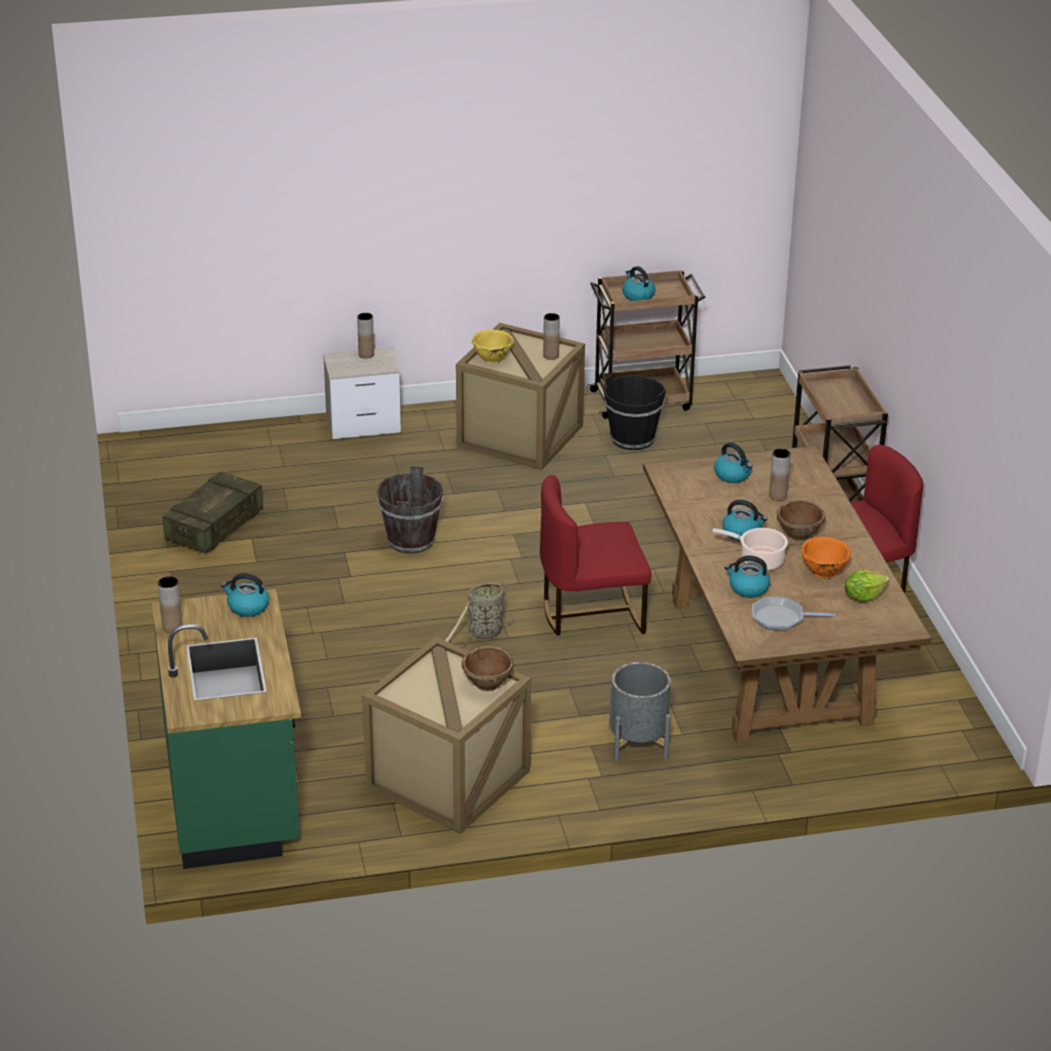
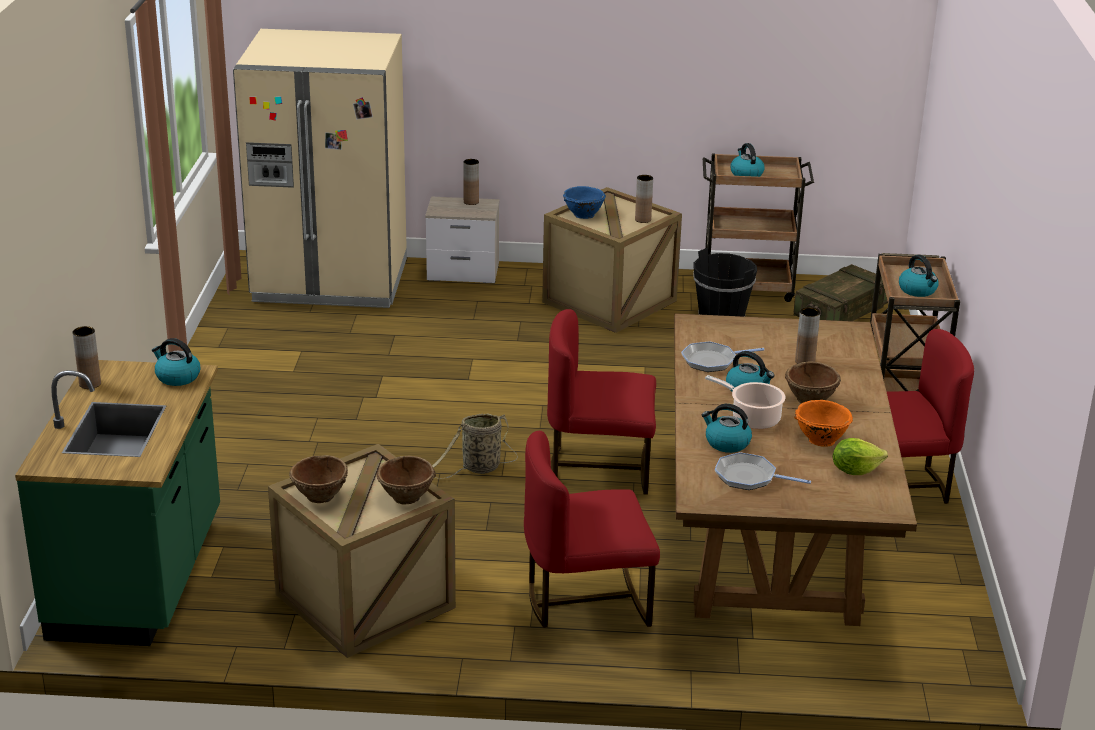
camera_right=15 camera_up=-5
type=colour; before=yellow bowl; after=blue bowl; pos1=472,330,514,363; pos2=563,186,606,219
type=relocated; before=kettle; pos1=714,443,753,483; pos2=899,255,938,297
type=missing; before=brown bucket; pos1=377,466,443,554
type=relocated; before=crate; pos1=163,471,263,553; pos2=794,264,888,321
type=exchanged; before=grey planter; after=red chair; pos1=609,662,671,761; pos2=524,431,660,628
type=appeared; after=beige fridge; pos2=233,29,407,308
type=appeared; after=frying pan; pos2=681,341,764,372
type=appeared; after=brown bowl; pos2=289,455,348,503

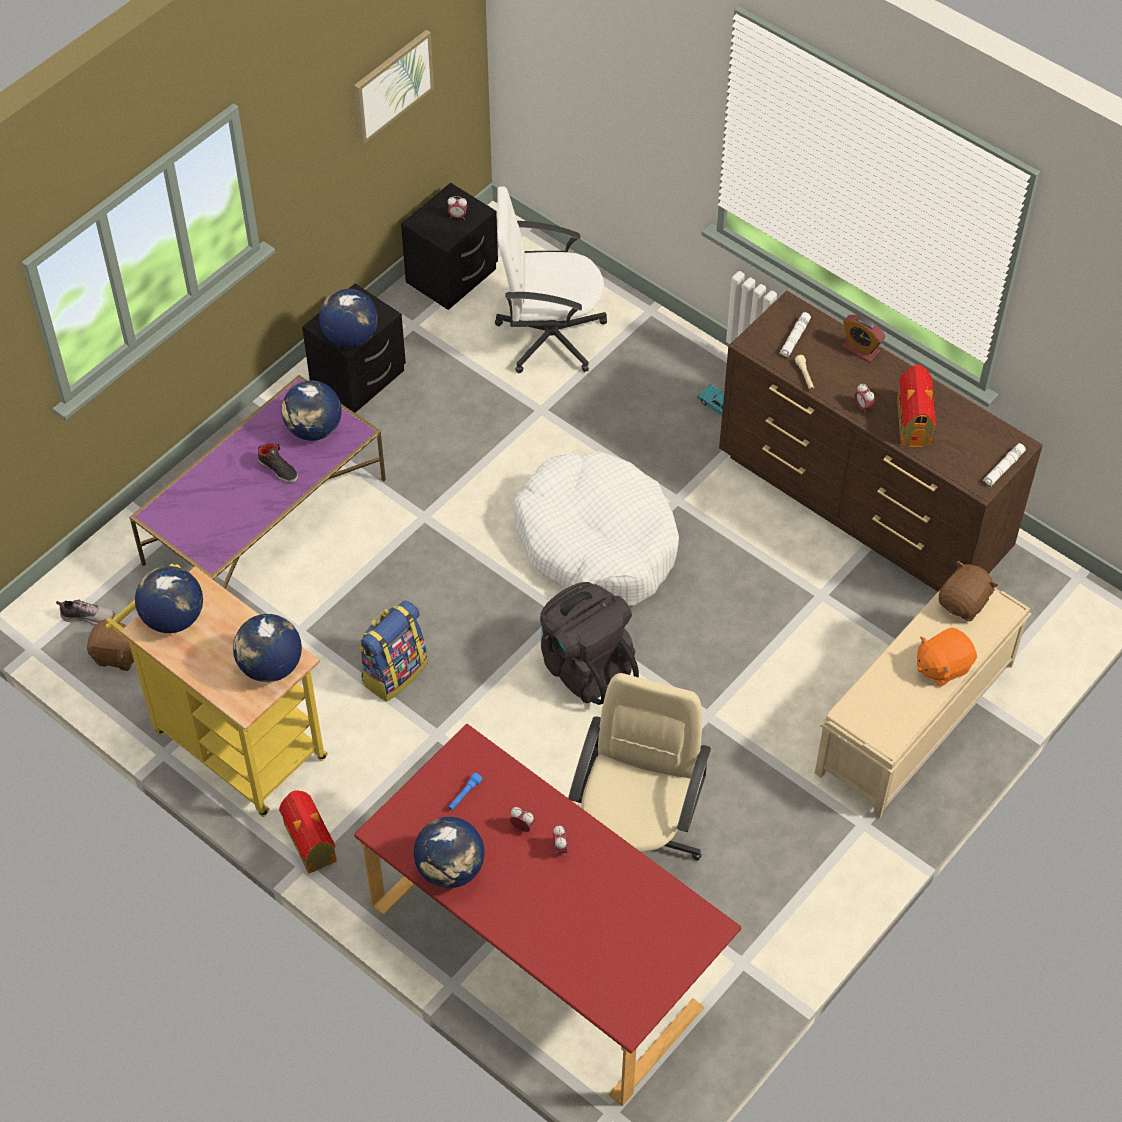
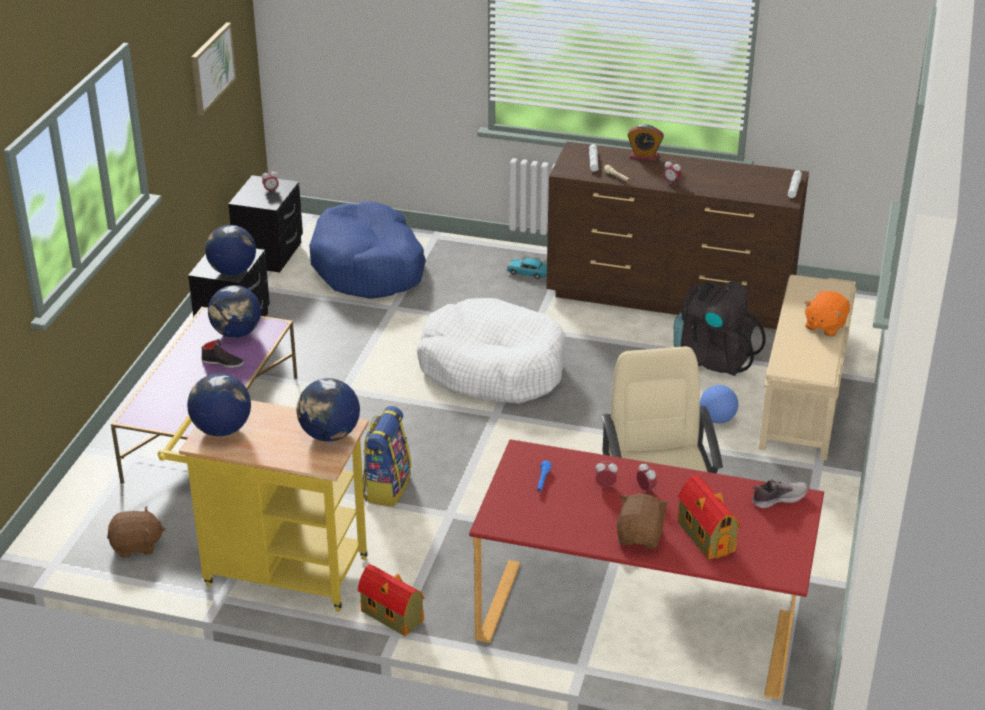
camera_right=-25 camera_up=-20
type=exchanged; before=white office chair; after=blue dog bed; pos1=495,186,607,373; pos2=309,201,426,299
type=relocated; before=toy house; pos1=897,365,937,447; pos2=677,475,741,560
type=relocated; before=brown plush toy; pos1=939,561,998,621; pos2=617,494,669,549
type=relocated; before=black backpack; pos1=540,582,639,705; pos2=674,281,766,376
type=relocated; before=shoe; pos1=56,600,115,626; pos2=752,479,808,508
type=missing; before=globe; pos1=414,817,485,888
type=appeared; after=football; pos2=700,385,738,423

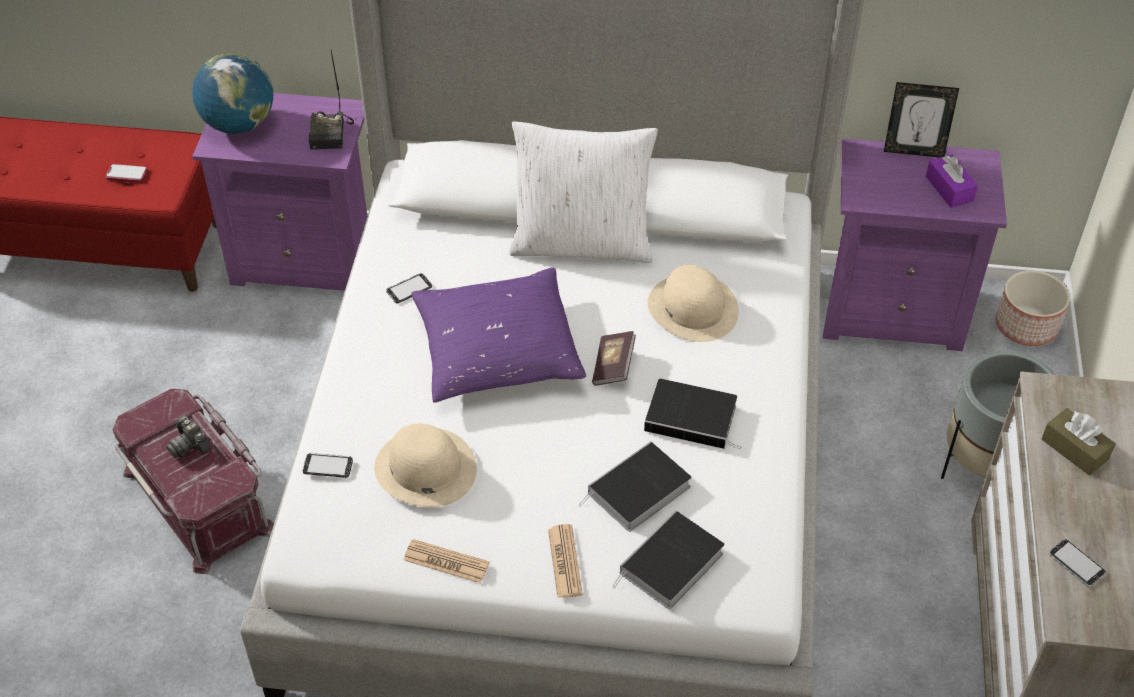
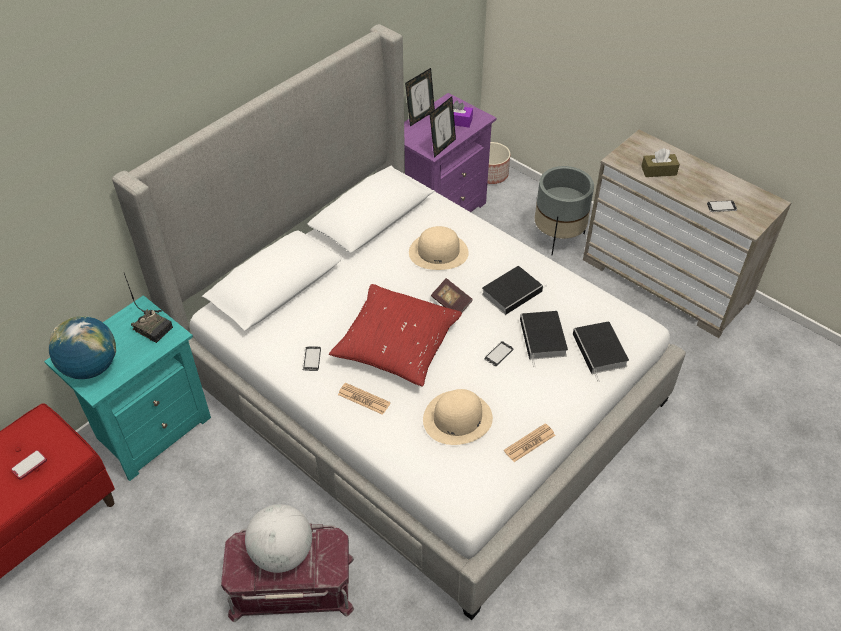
camera_right=-55 camera_up=0
type=colour; before=purple nightstand; after=turquoise nightstand; pos1=192,93,368,291; pos2=44,295,211,481
type=missing; before=white pillow; pos1=509,121,658,263
type=colour; before=purple pillow; after=red pillow; pos1=411,268,586,403; pos2=329,284,462,386
type=exchanged; before=photo camera; after=globe; pos1=166,415,210,458; pos2=245,504,312,573
type=relocated; before=phone; pos1=303,453,353,478; pos2=484,341,513,366
type=relocated; before=newspaper; pos1=548,524,583,598; pos2=338,383,391,415
type=appeared; after=picture frame; pos2=430,96,456,158

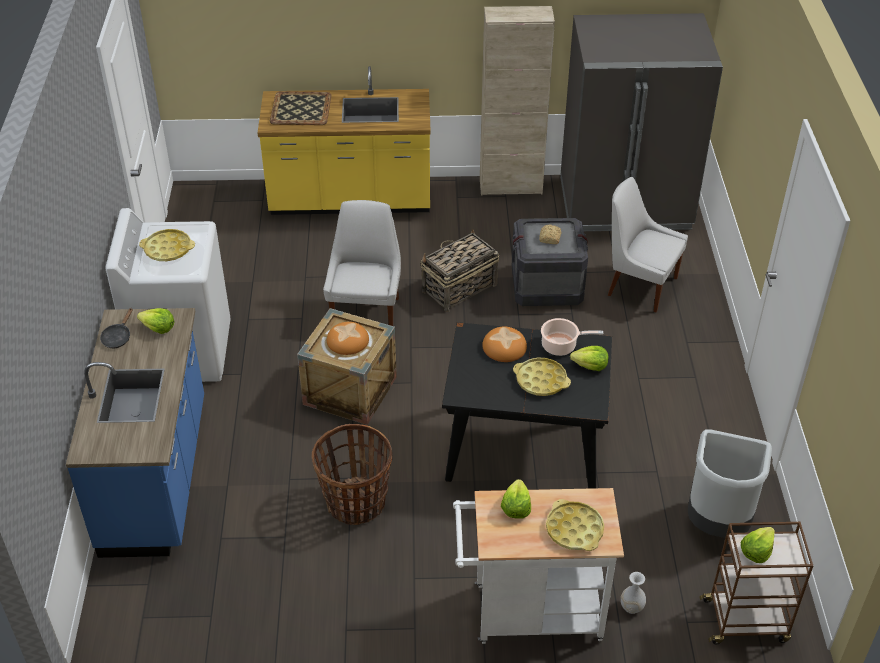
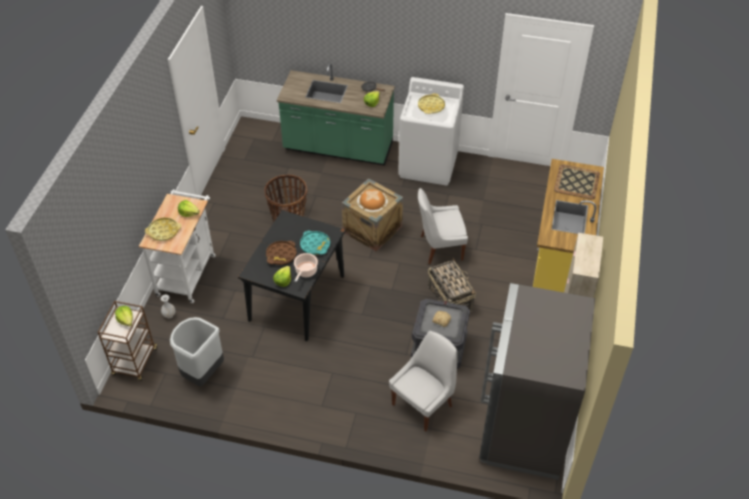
camera_right=105 camera_up=5
type=spun; before=white chair; pos1=323,200,401,326; pos2=418,188,468,264; turn=150
type=colour; before=blue counter; after=green counter; pos1=66,308,204,558; pos2=277,63,395,166
type=exchanged; before=bread; after=turquoise tray; pos1=482,326,527,362; pos2=300,231,330,255
type=colour; before=yellow tray; after=brown tray; pos1=513,358,571,396; pos2=266,241,296,265

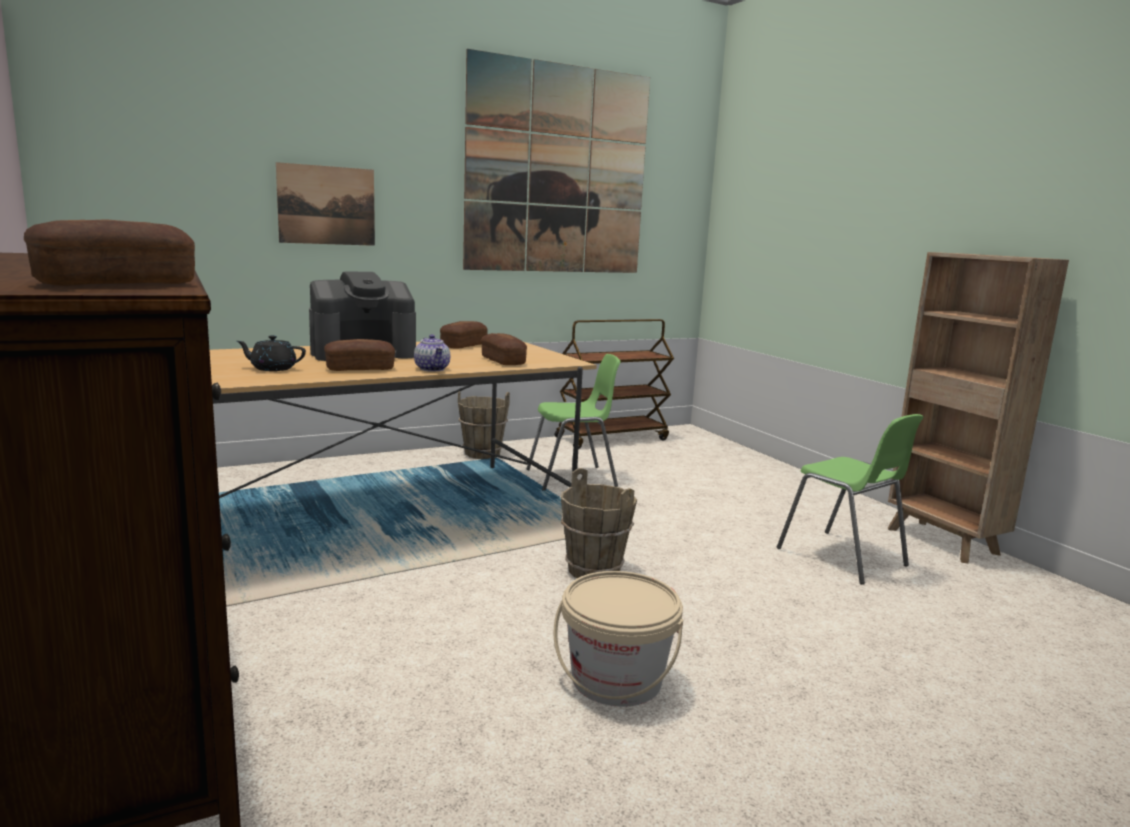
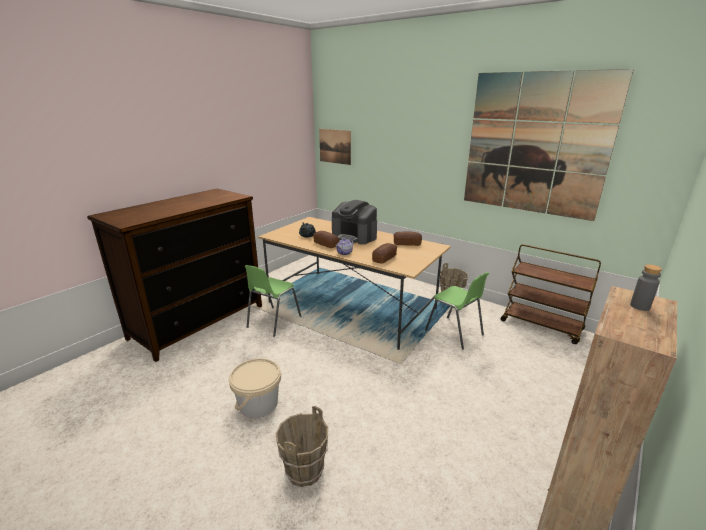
camera_right=65 camera_up=10
type=relocated; before=picture; pos1=276,162,375,246; pos2=319,129,351,165
type=missing; before=bread; pos1=24,219,195,286
type=relocated; before=green chair; pos1=777,414,923,584; pos2=245,265,301,337
type=relocated; before=brown bucket; pos1=561,468,637,578; pos2=275,406,328,487
type=appeared; after=grey bottle; pos2=630,264,662,311

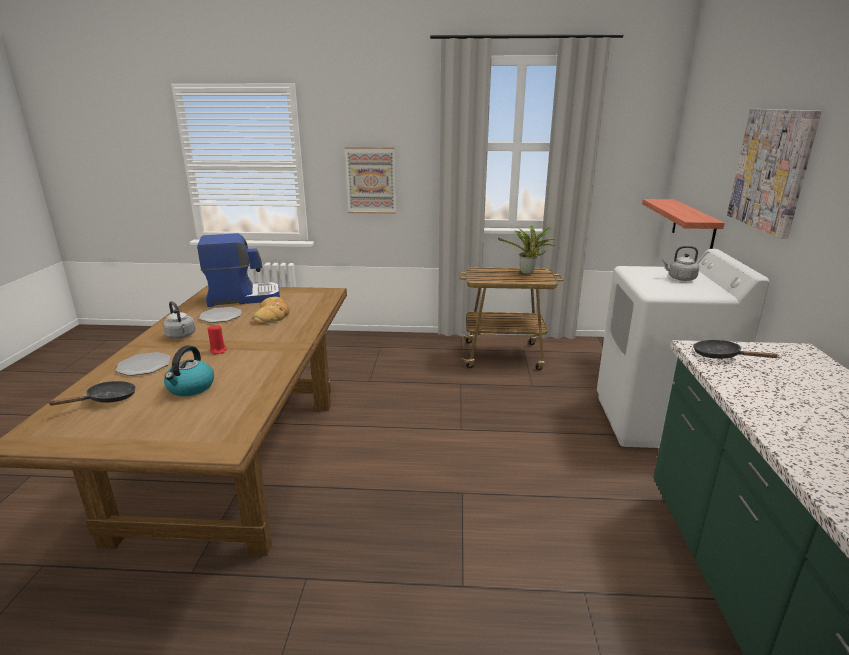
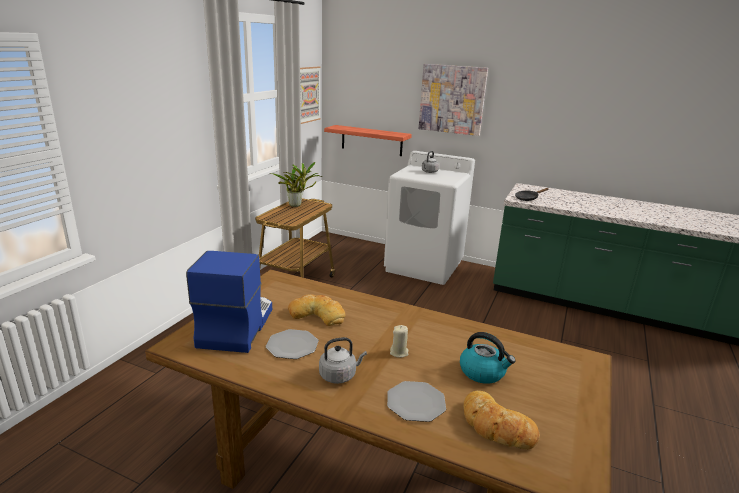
camera_right=-70 camera_up=0
type=relocated; before=picture; pos1=345,147,396,214; pos2=300,67,321,124
type=colour; before=red candle; after=beige candle; pos1=208,325,227,354; pos2=390,325,409,358
type=exchanged; before=black frying pan; after=bread; pos1=48,381,136,406; pos2=464,391,540,450

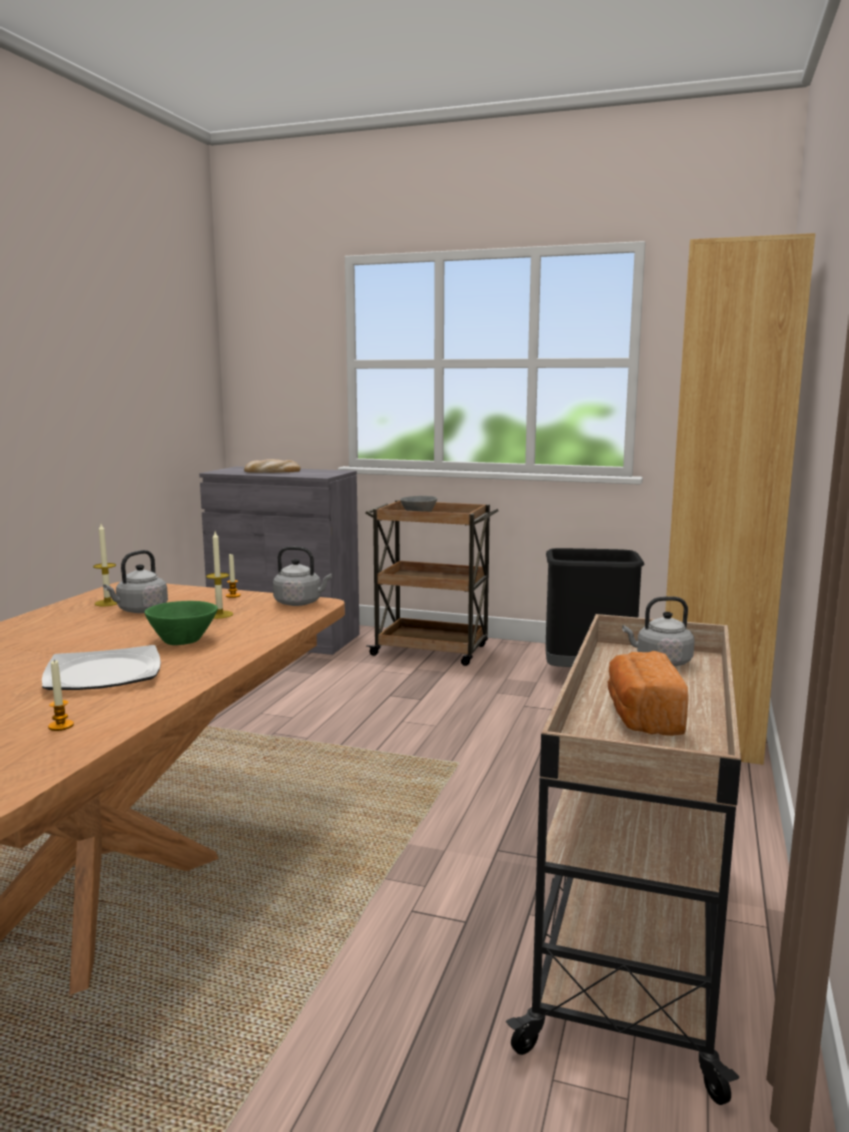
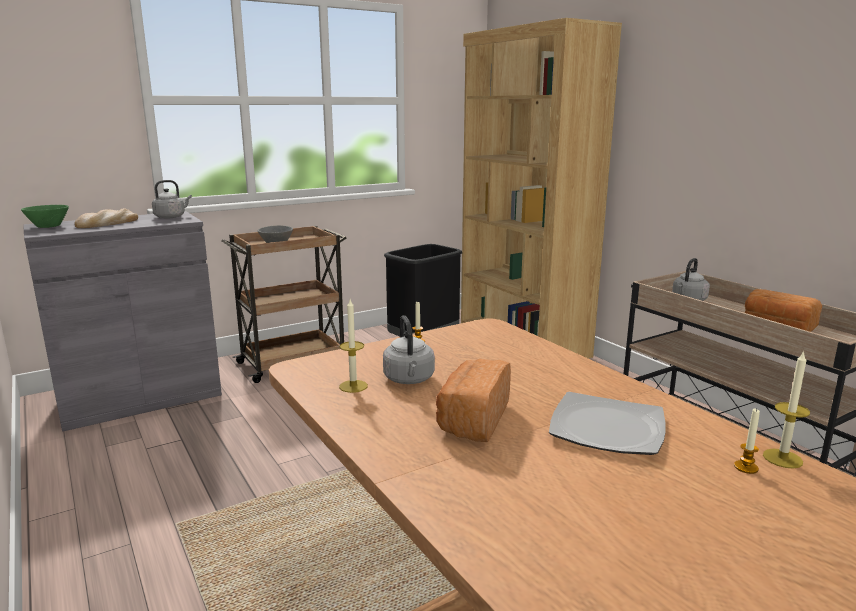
camera_right=-50 camera_up=5
type=relocated; before=candle; pos1=206,532,233,619; pos2=763,351,810,469
type=relocated; before=grey kettle; pos1=273,546,332,606; pos2=152,180,192,218
type=relocated; before=green bowl; pos1=145,601,218,645; pos2=21,205,69,228
type=appeared; after=bread; pos2=436,359,511,442

